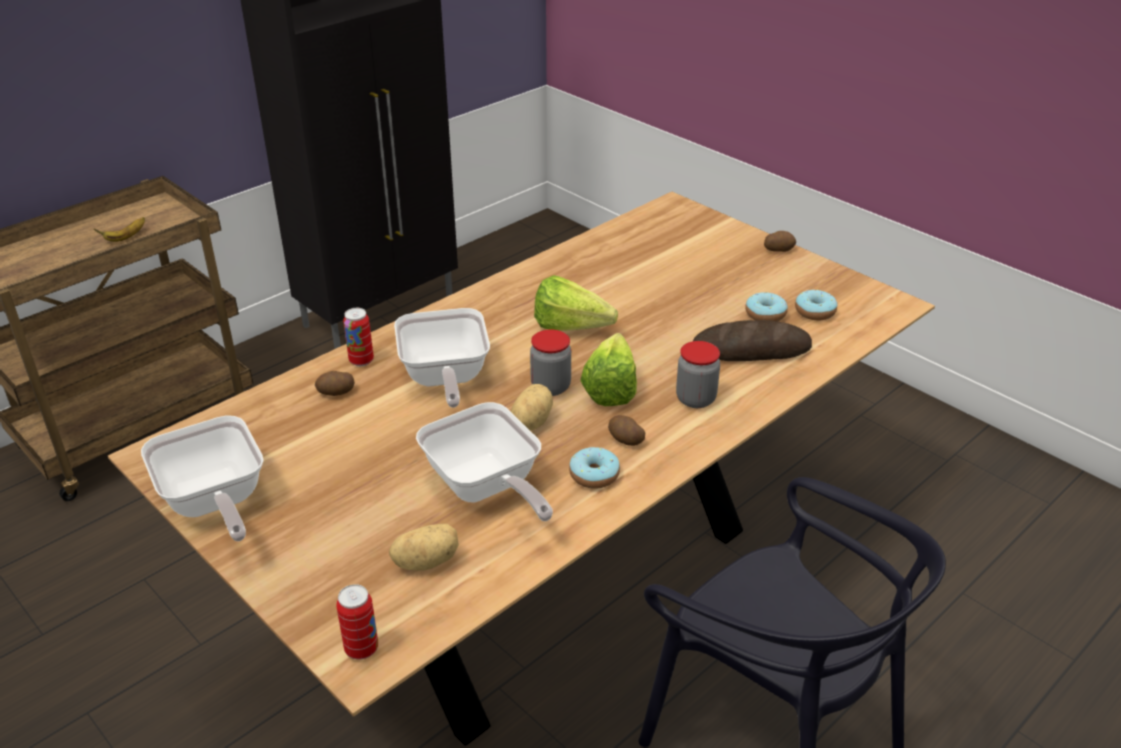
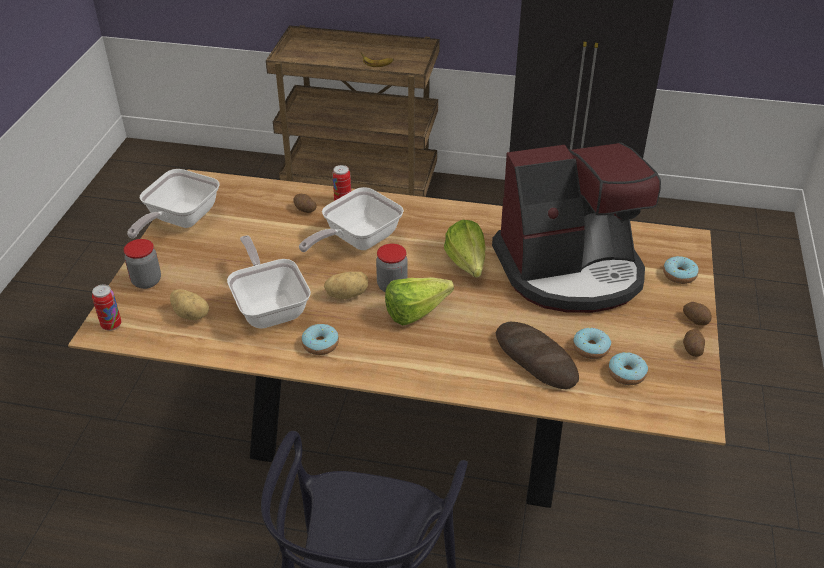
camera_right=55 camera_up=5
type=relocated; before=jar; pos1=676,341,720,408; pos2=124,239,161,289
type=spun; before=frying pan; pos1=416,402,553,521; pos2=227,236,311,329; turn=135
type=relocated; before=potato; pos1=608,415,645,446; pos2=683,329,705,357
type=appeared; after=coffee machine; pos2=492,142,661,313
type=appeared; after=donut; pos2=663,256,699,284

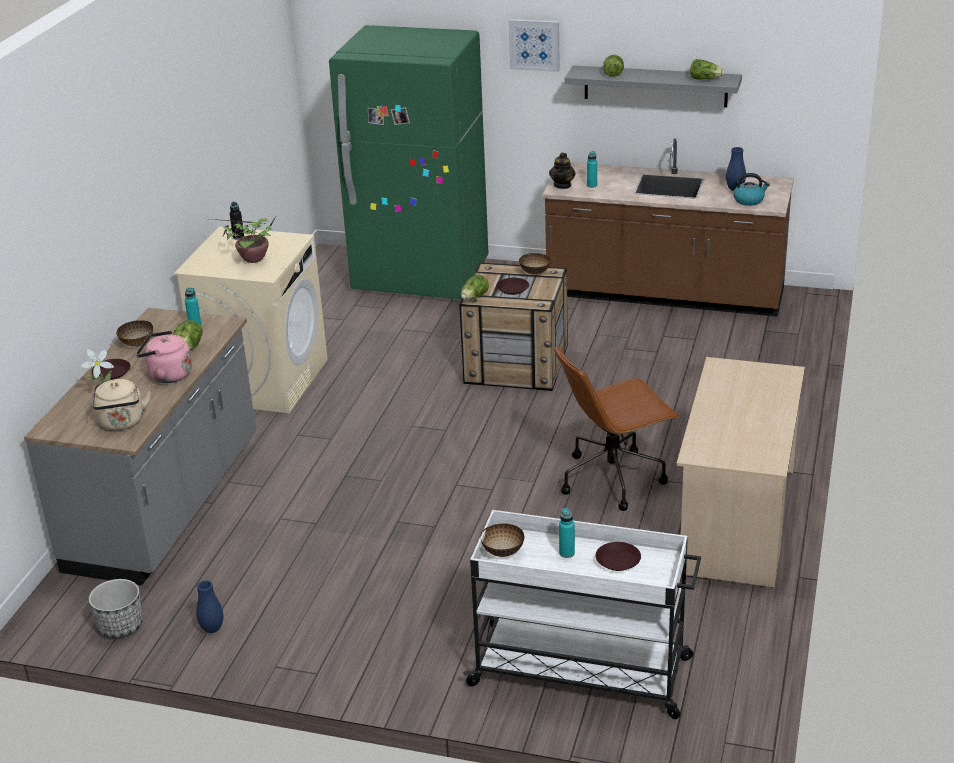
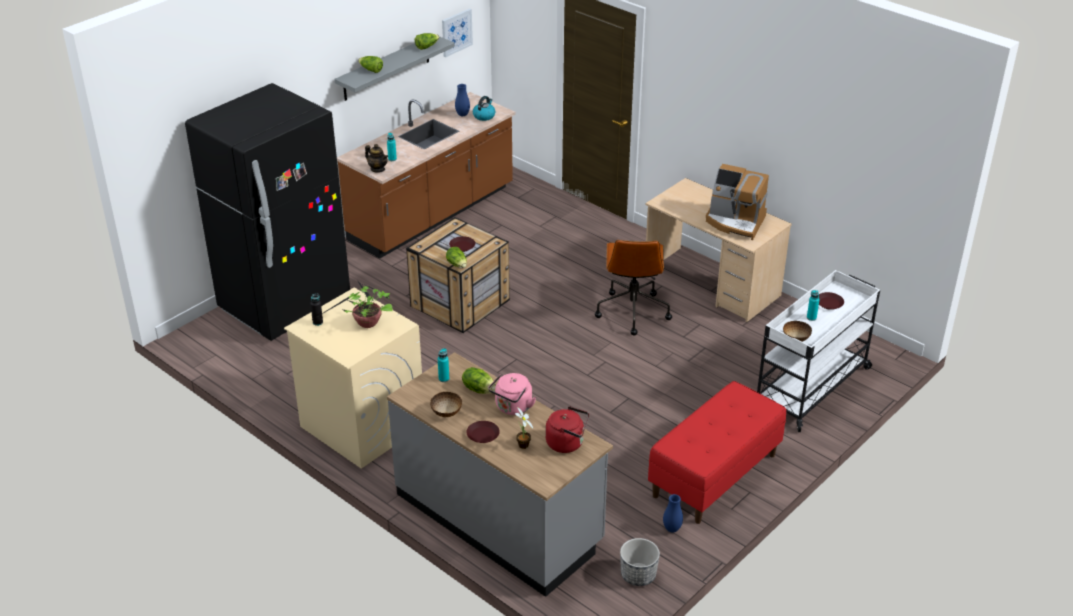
camera_right=-65 camera_up=5
type=relocated; before=picture; pos1=509,19,560,72; pos2=442,8,473,57
type=colour; before=green fridge; after=black fridge; pos1=329,25,488,299; pos2=185,83,350,341
type=missing; before=bowl; pos1=519,253,551,275
type=colour; before=beige kettle; after=red kettle; pos1=93,379,151,430; pos2=546,406,589,453
type=appeared; after=coffee machine; pos2=706,164,769,240
type=appeared; after=red bench; pos2=648,381,786,524

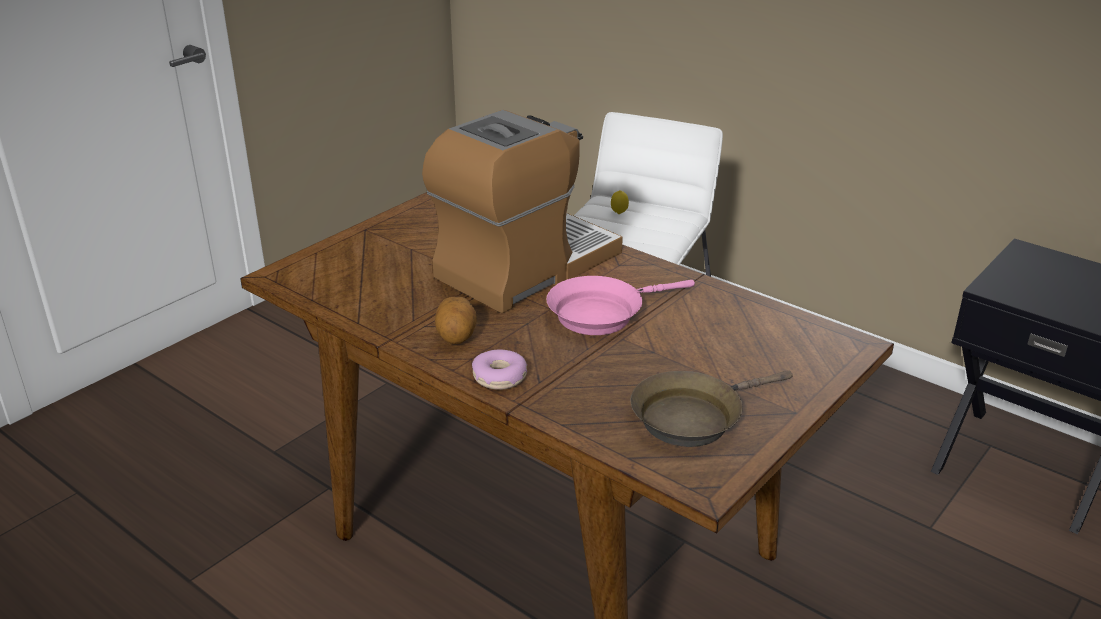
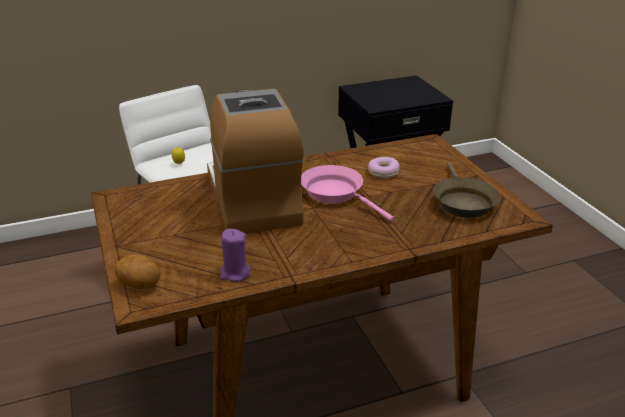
camera_right=-60 camera_up=0
type=spun; before=pink frying pan; pos1=546,276,695,335; pos2=301,165,394,221; turn=135
type=relocated; before=potato; pos1=435,297,477,344; pos2=115,255,160,289
type=relocated; before=donut; pos1=472,349,527,390; pos2=368,157,400,178
type=appeared; after=purple candle; pos2=220,229,251,282

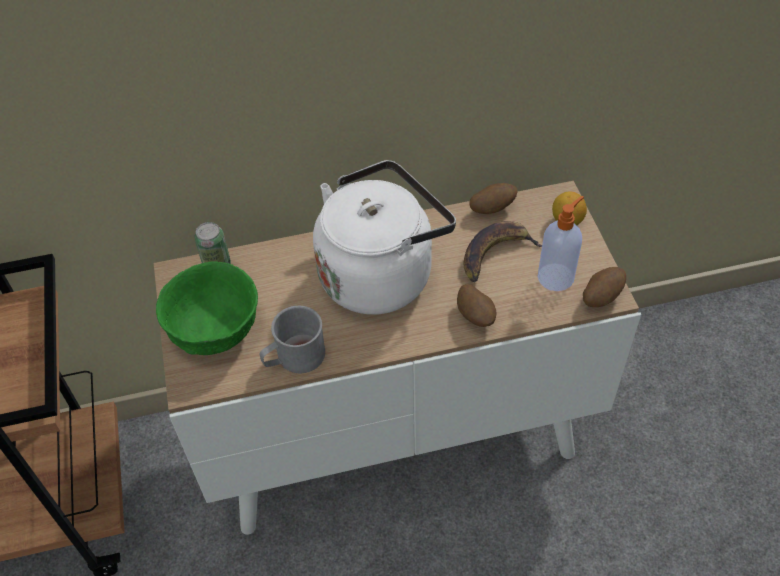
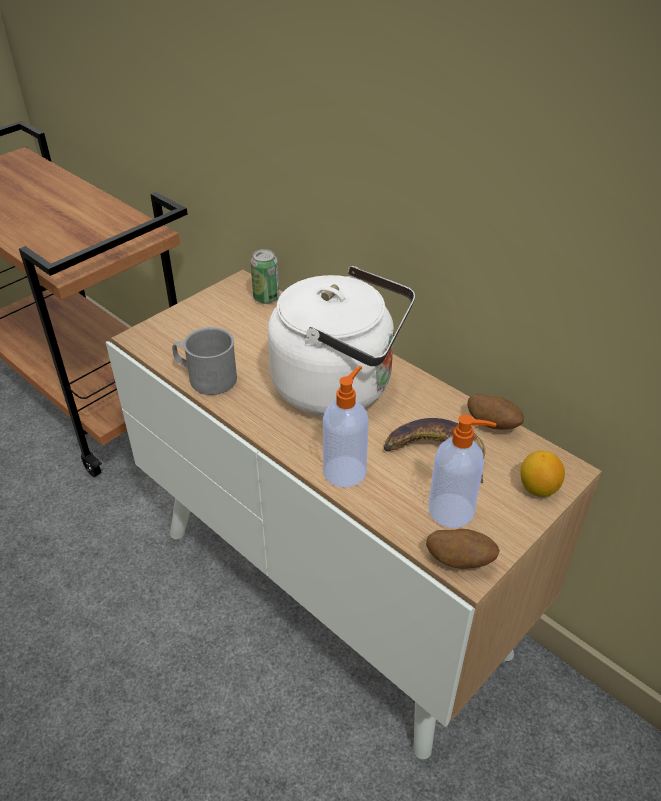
camera_right=55 camera_up=-10
type=missing; before=green bowl; pos1=156,261,258,355
type=exchanged; before=potato; after=soap dispenser; pos1=457,284,496,327; pos2=323,366,369,487

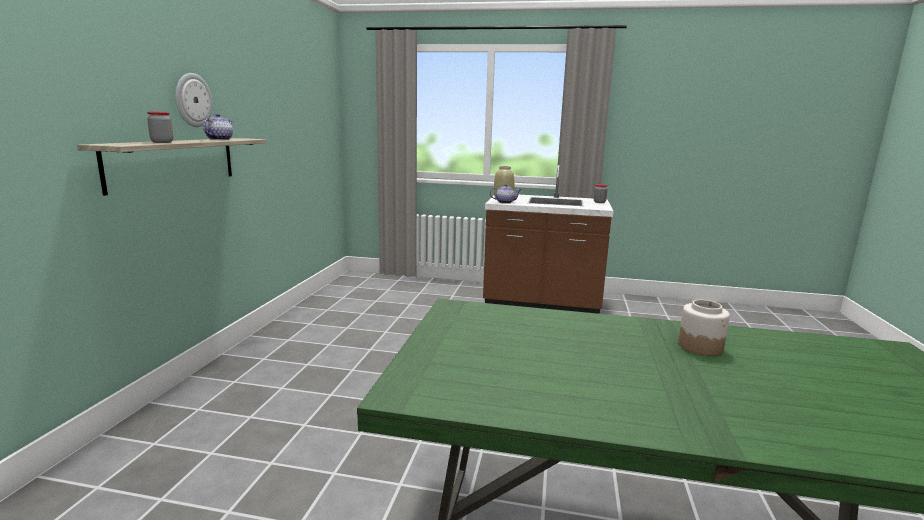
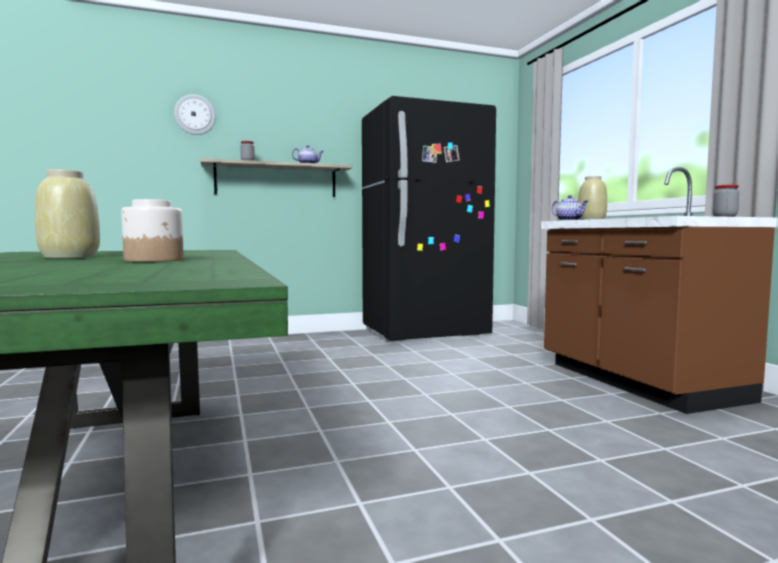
camera_right=60 camera_up=-10
type=relocated; before=wall clock; pos1=175,73,213,127; pos2=174,94,216,135
type=appeared; after=black fridge; pos2=362,96,496,342
type=appeared; after=beige vase; pos2=35,169,100,258

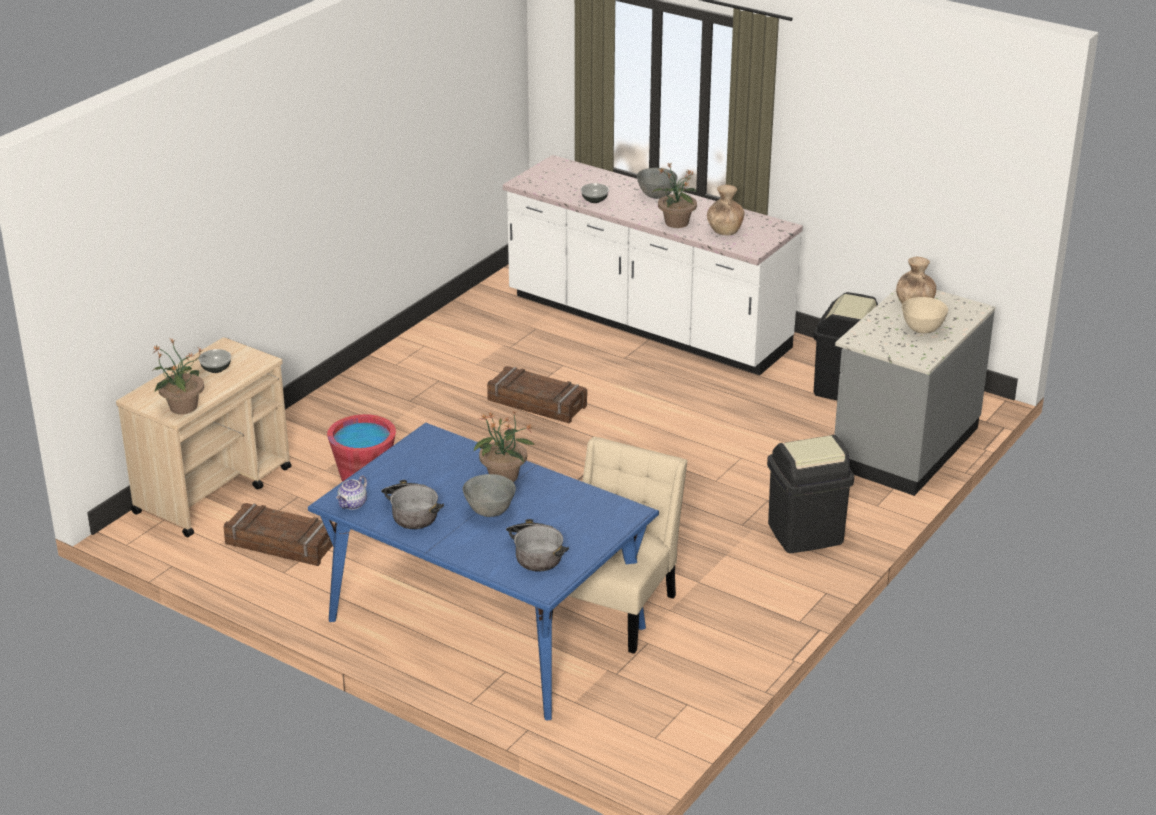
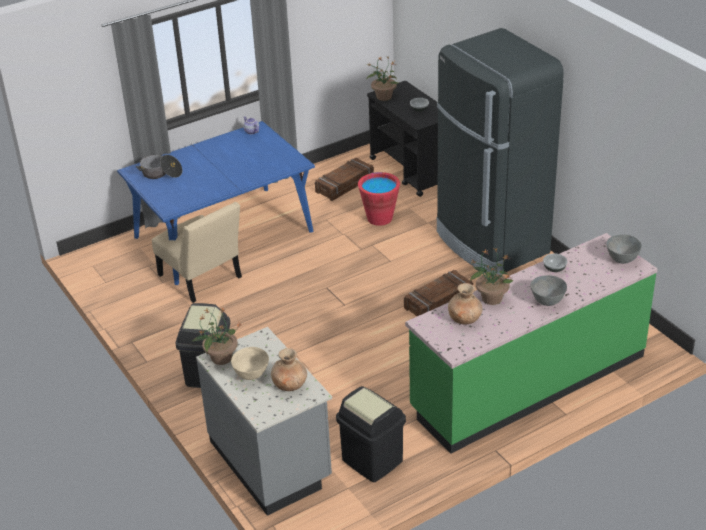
camera_right=115 camera_up=5
type=colour; before=white counter; after=green counter; pos1=503,155,803,375; pos2=405,233,658,454
type=colour; before=beige cart; after=black cart; pos1=116,337,291,537; pos2=367,81,438,197
type=relocated; before=potted plant; pos1=474,410,535,482; pos2=193,308,241,365
type=relocated; before=grey bowl; pos1=463,474,516,517; pos2=606,234,642,264
type=missing; before=cooking pot; pos1=381,480,444,529
type=appeared; after=black fridge; pos2=436,28,564,275

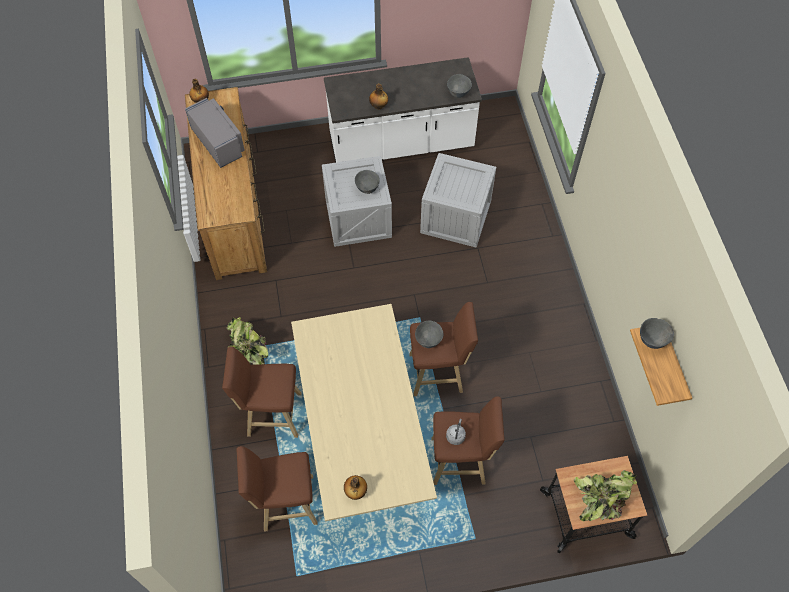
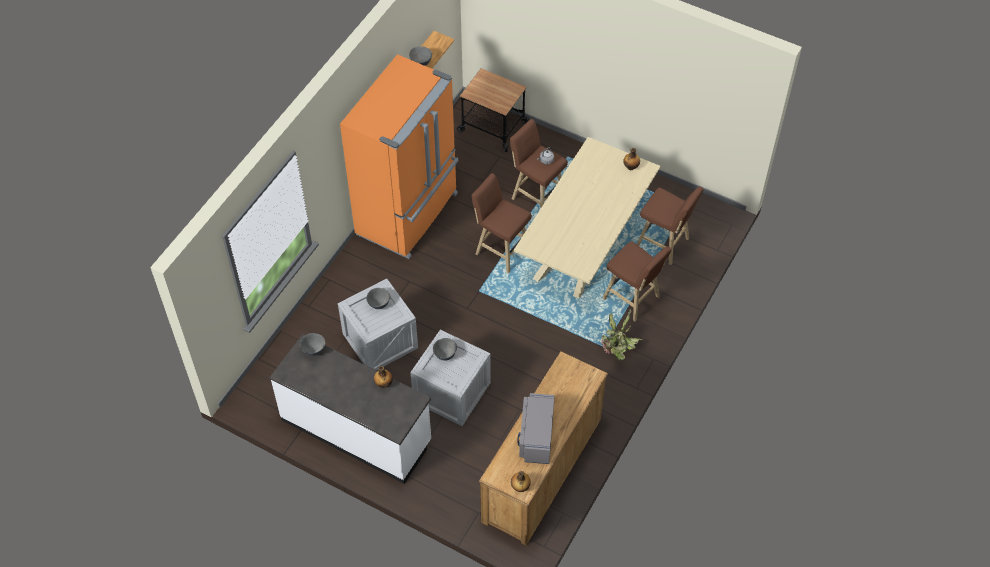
camera_right=-140 camera_up=-5
type=relocated; before=grey bowl; pos1=415,321,443,348; pos2=366,288,391,309
type=missing; before=potted plant; pos1=574,470,637,521
type=appeared; after=orange fridge; pos2=340,54,458,259

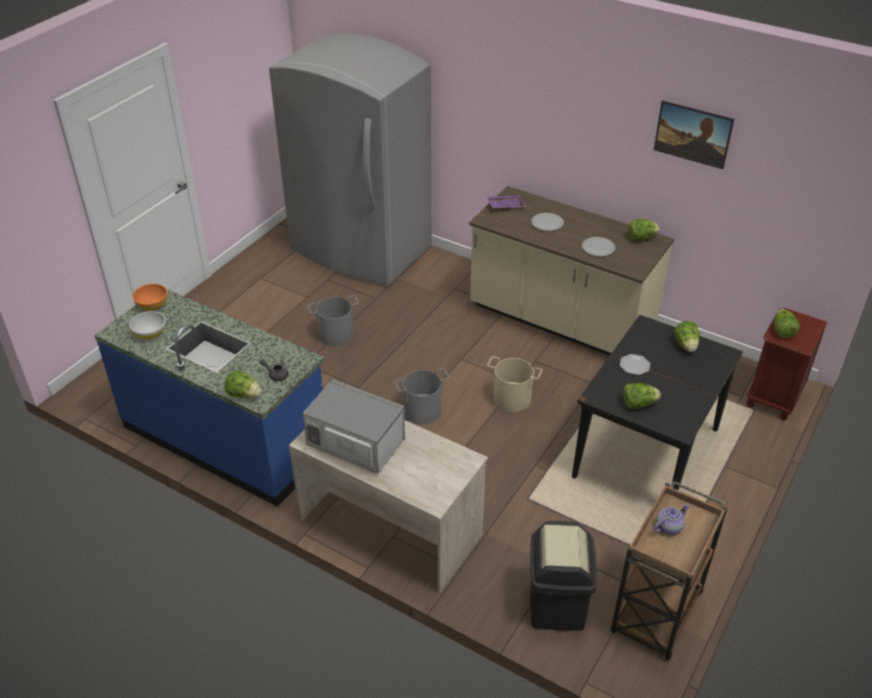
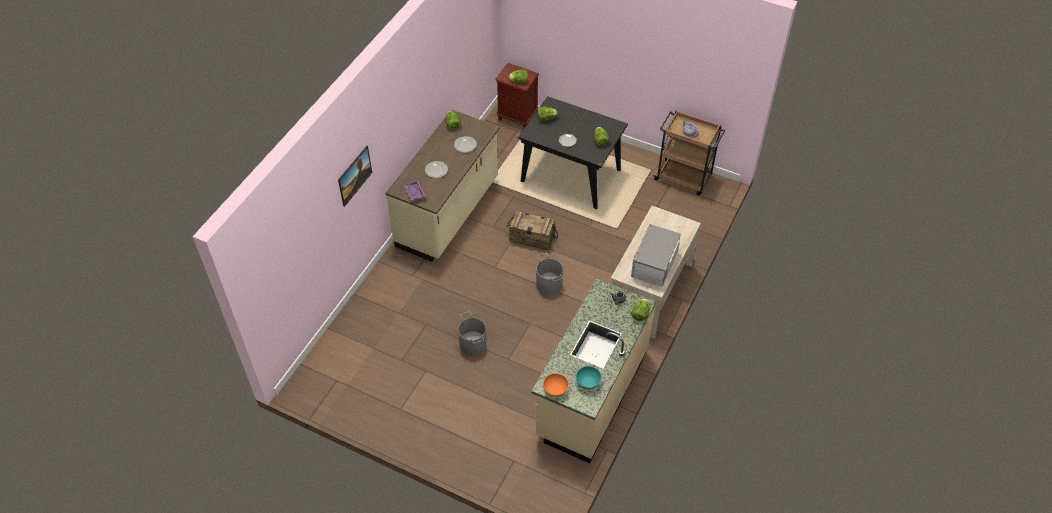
camera_right=-95 camera_up=10
type=missing; before=grey fridge; pos1=269,33,431,286
type=relocated; before=picture; pos1=654,100,734,169; pos2=338,146,372,207
type=colour; before=blue counter; after=beige counter; pos1=94,289,325,507; pos2=532,279,656,463
type=colour; before=white bowl; after=turquoise bowl; pos1=129,311,166,340; pos2=576,366,602,390
type=exchanged; before=beige bucket; after=crate; pos1=487,356,542,412; pos2=506,211,558,250
type=missing; before=black trash can; pos1=530,521,597,631

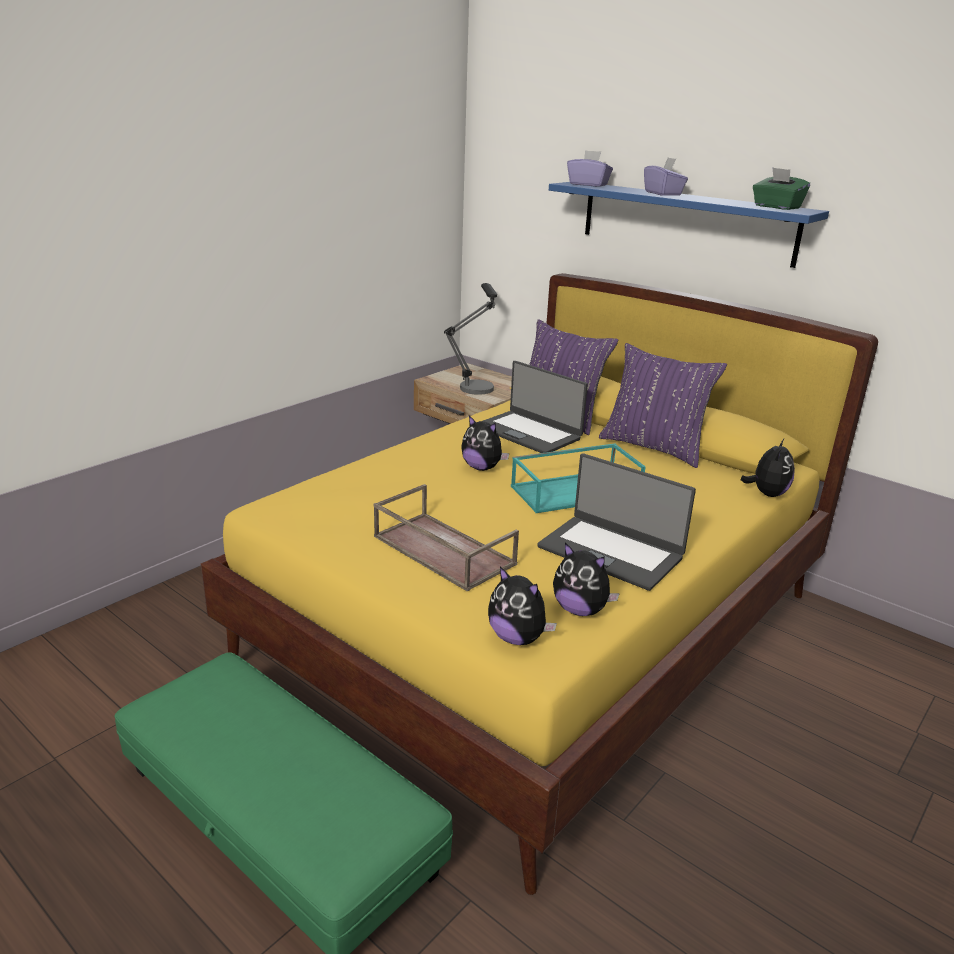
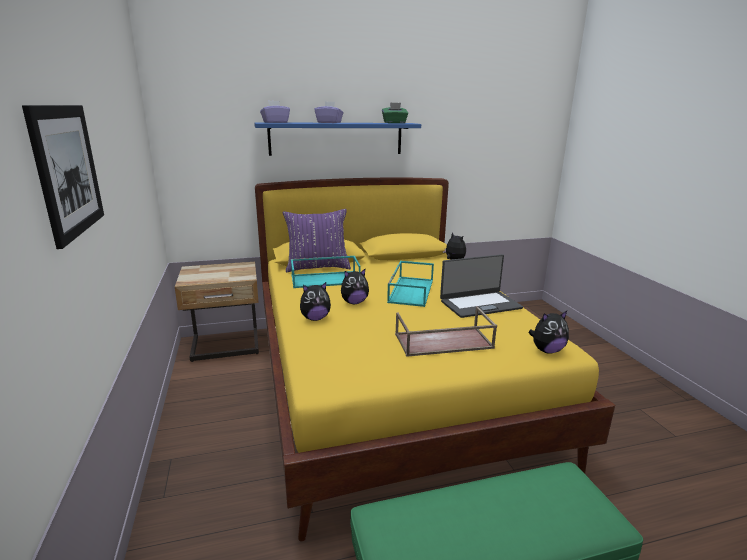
camera_right=-55 camera_up=-5
type=missing; before=table lamp; pos1=444,283,497,395
type=missing; before=purple pillow; pos1=599,343,727,468
type=exchanged; before=laptop; after=turquoise tray; pos1=483,361,588,453; pos2=291,256,361,288
type=relocated; before=plush toy; pos1=553,543,620,616; pos2=300,282,331,321
type=appeared; after=picture; pos2=22,105,104,249

